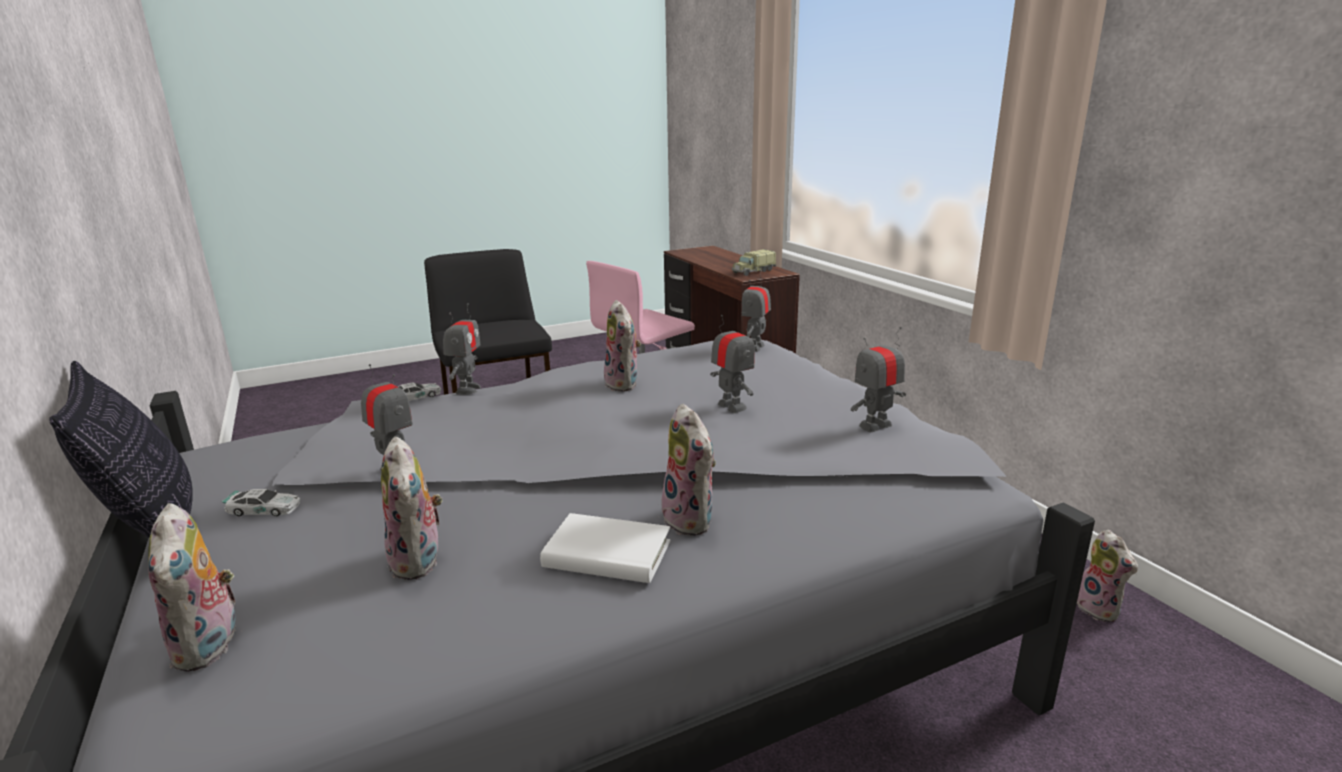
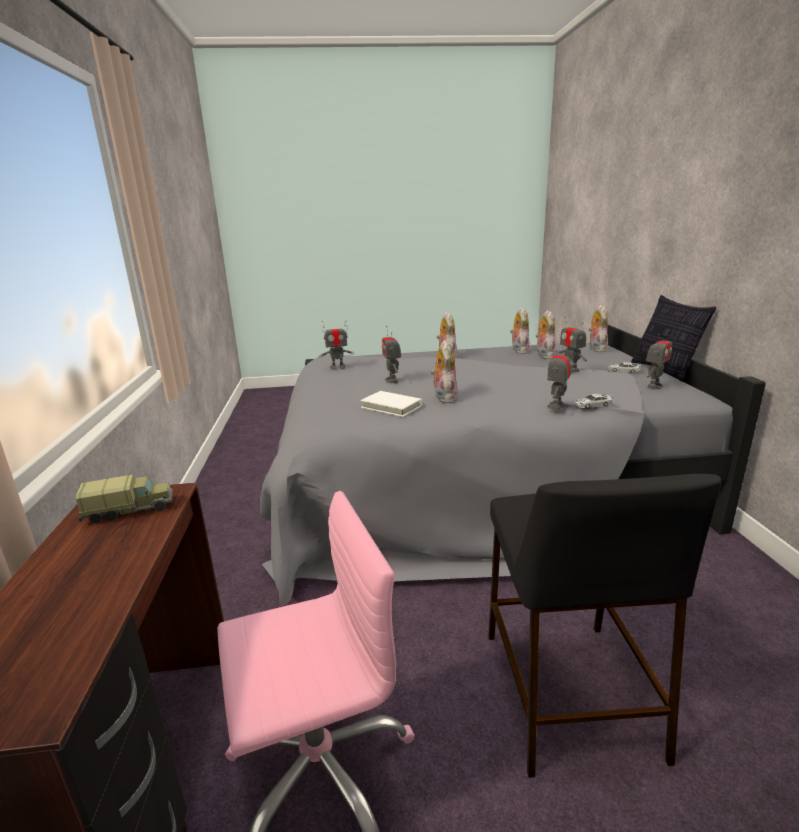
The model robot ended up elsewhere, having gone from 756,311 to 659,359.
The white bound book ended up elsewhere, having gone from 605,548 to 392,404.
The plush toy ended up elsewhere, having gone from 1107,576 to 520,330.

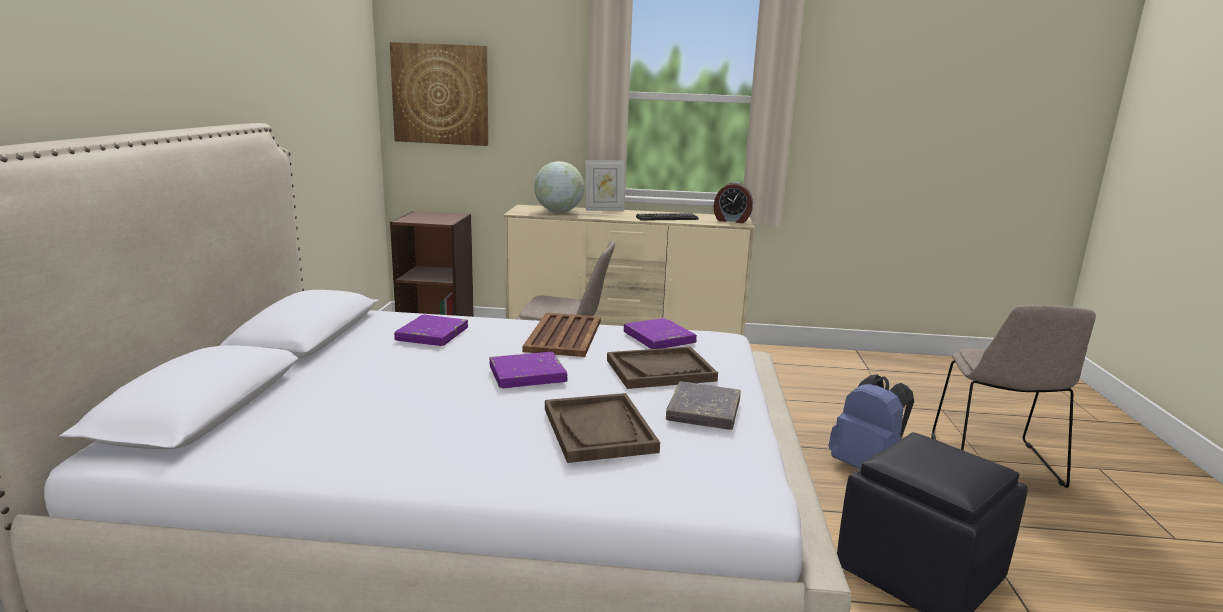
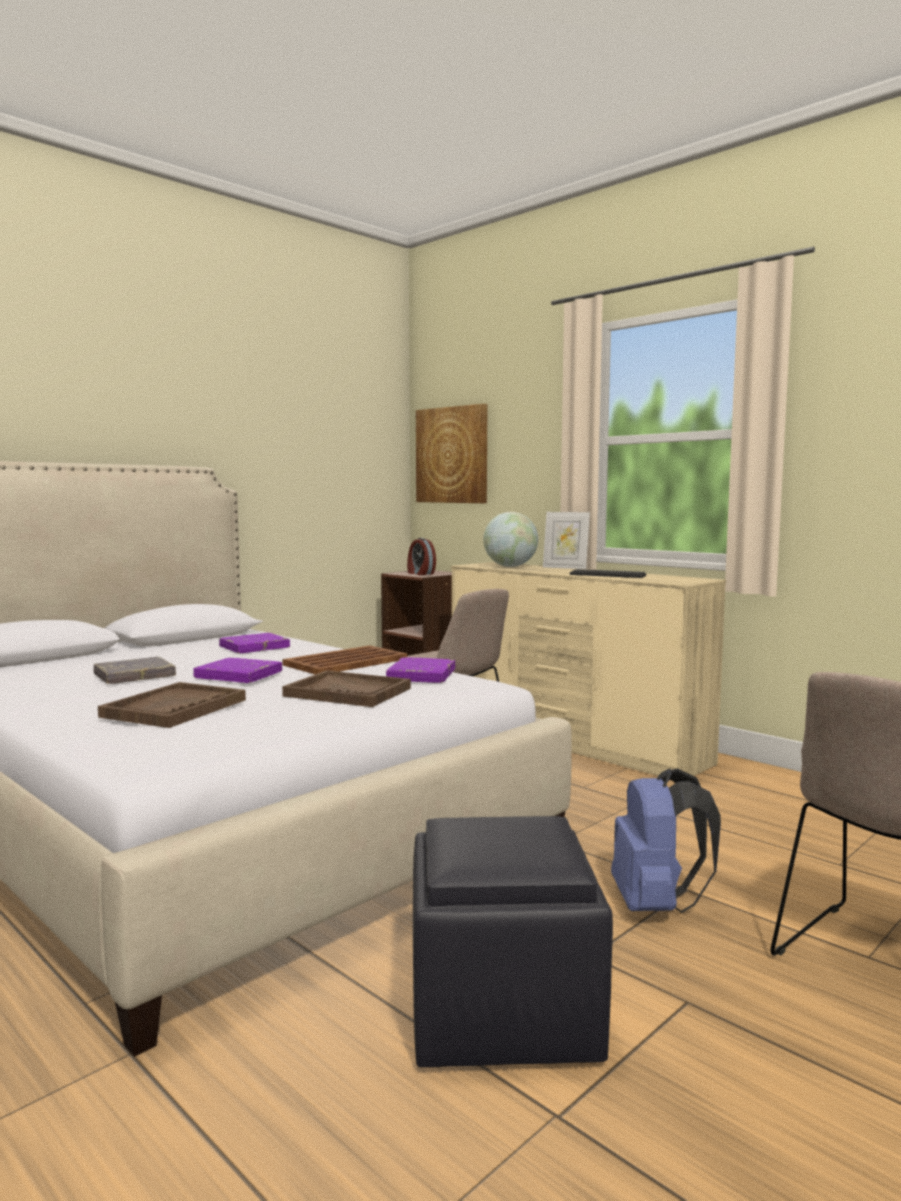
The bedside clock ended up elsewhere, having gone from 733,202 to 421,556.
The grey bound book ended up elsewhere, having gone from 703,405 to 135,670.

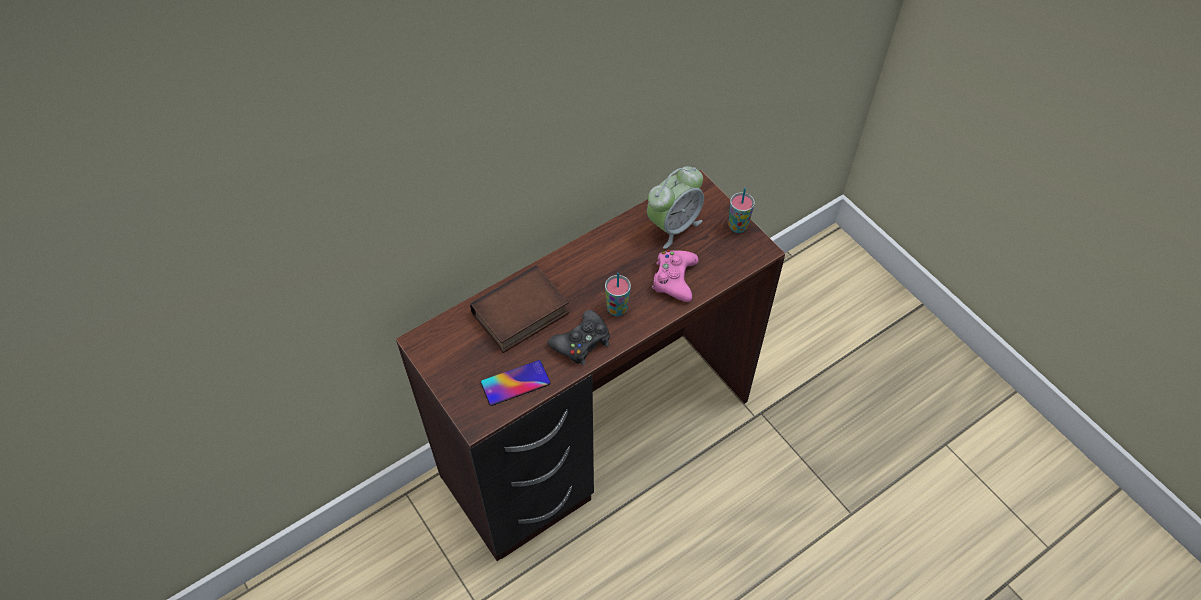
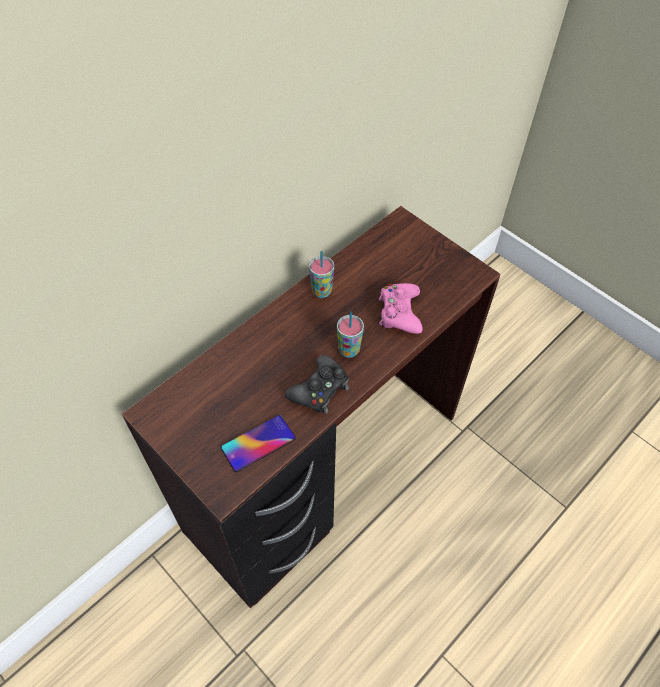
The second view lost the bedside clock at 675,207.
The cup ended up elsewhere, having gone from 741,210 to 322,274.
The second view lost the bound book at 519,309.

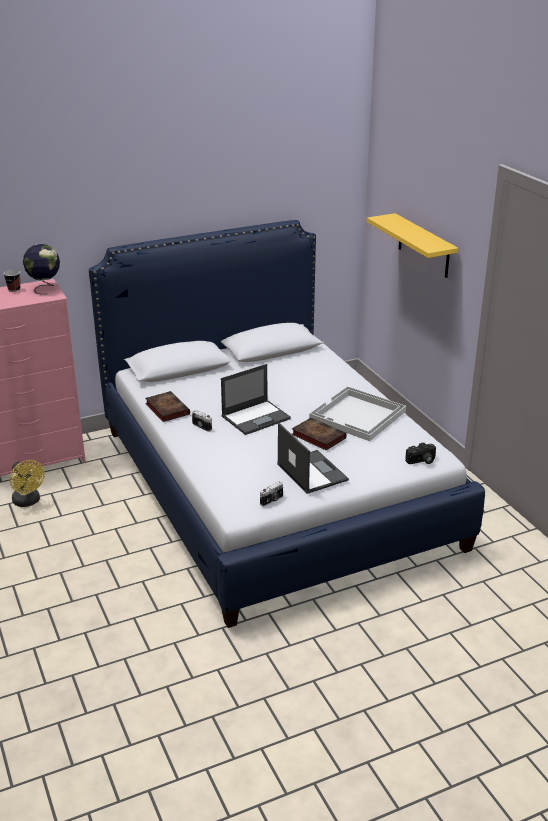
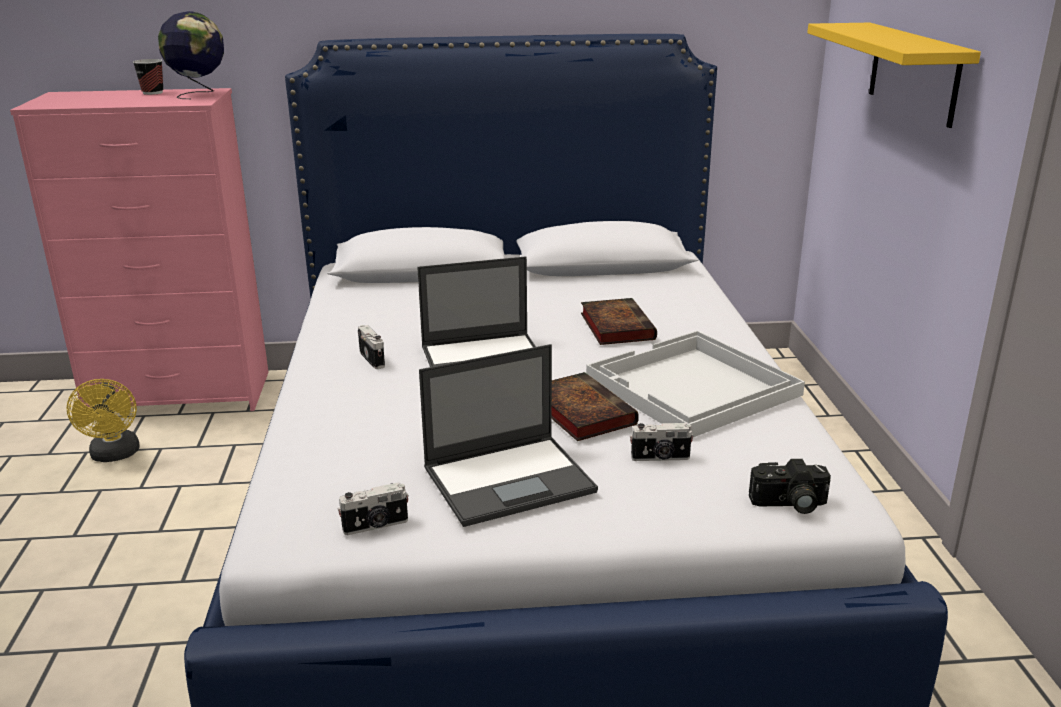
The bound book ended up elsewhere, having gone from 167,406 to 619,321.
The laptop at 313,458 ended up facing another way, 75 degrees clockwise from before.
The second view gained the photo camera at 662,442.

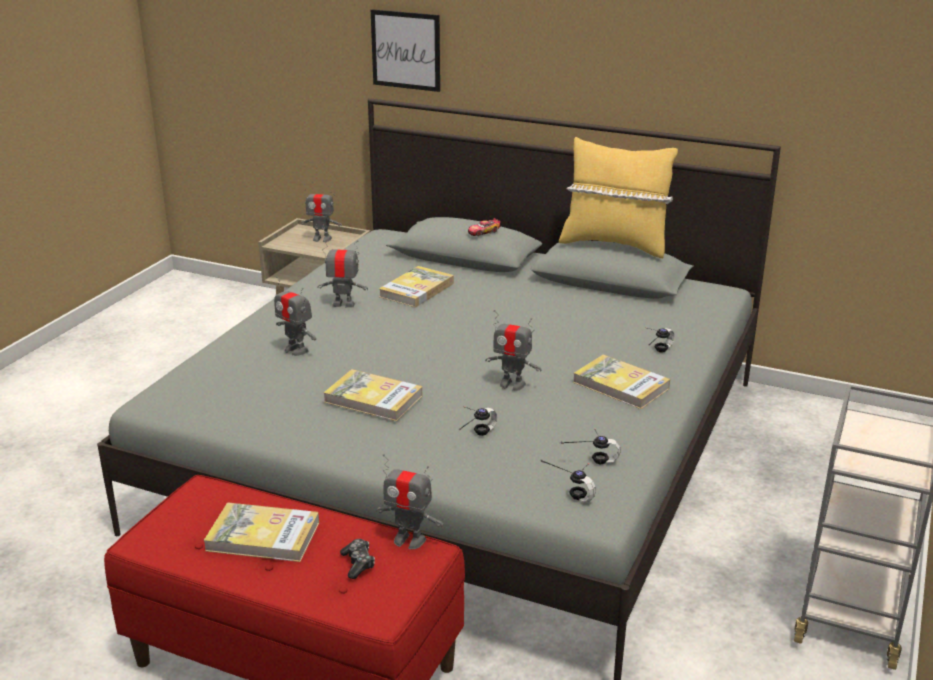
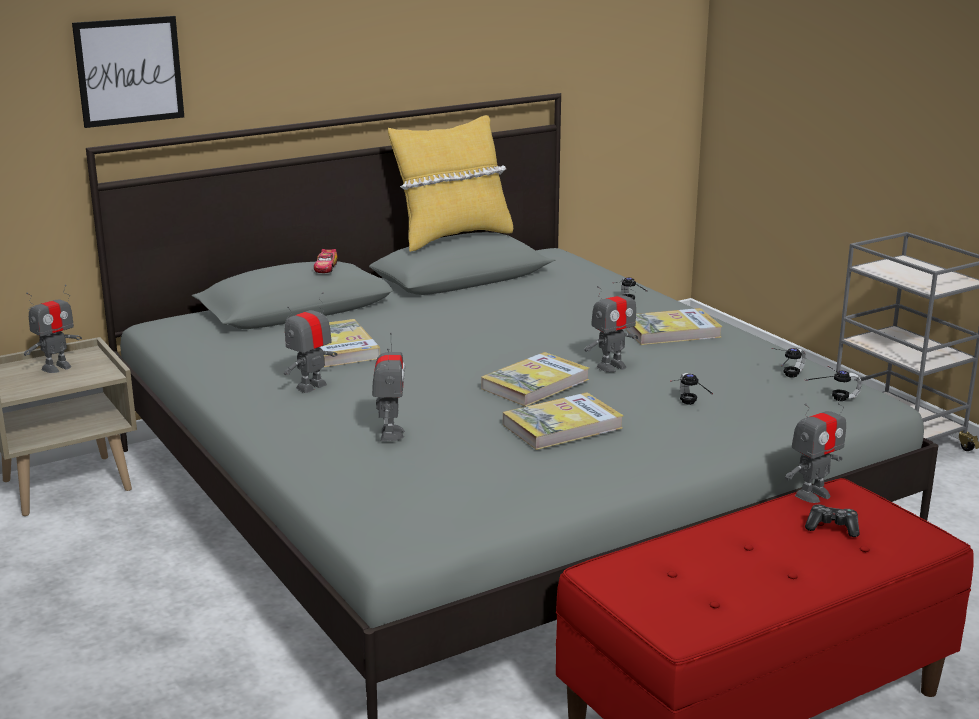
The model robot at 295,316 ended up facing another way, 75 degrees counterclockwise from before.
The bound book ended up elsewhere, having gone from 261,532 to 535,379.

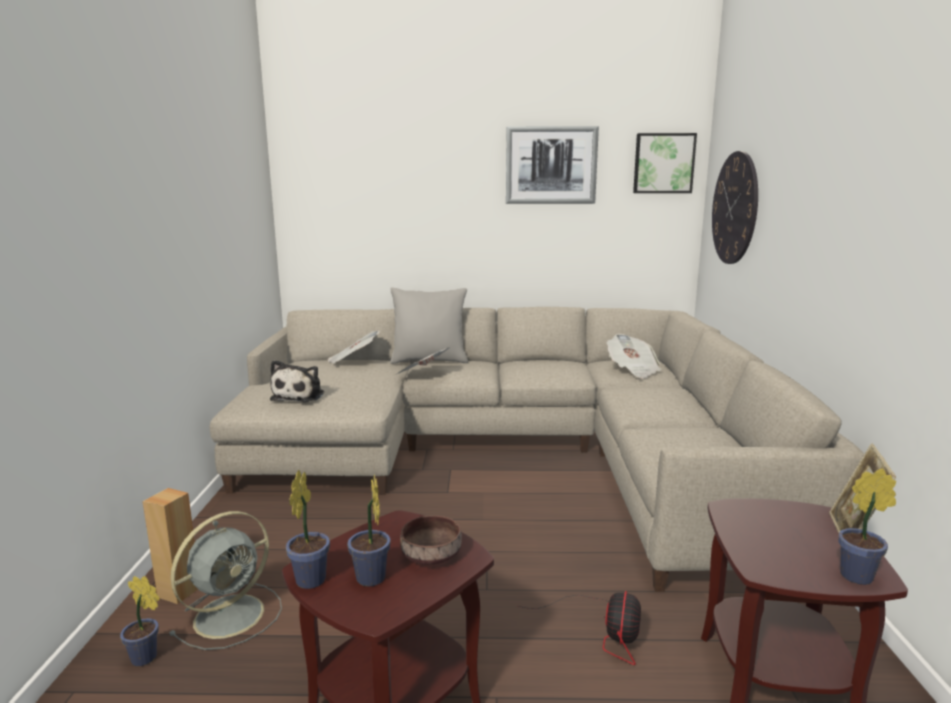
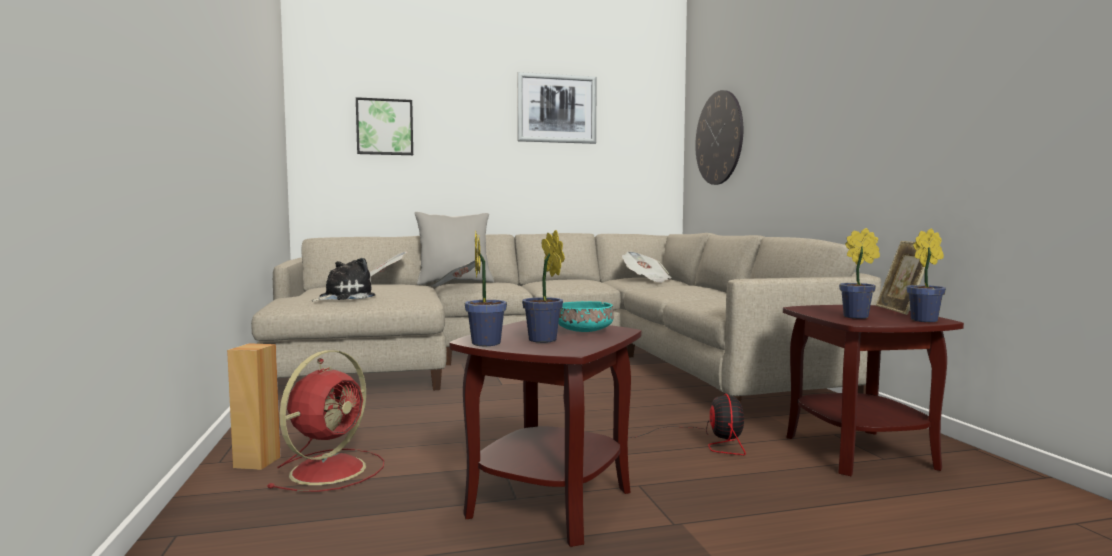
The wall art ended up elsewhere, having gone from 665,163 to 384,126.
The plush toy at 297,381 ended up facing another way, 135 degrees counterclockwise from before.
What was the grey fan at 225,580 turned into the reddish fan at 325,421.
What was the brown-coloured bowl at 431,540 turned into the turquoise-coloured bowl at 586,316.
The houseplant ended up elsewhere, having gone from 140,621 to 859,273.

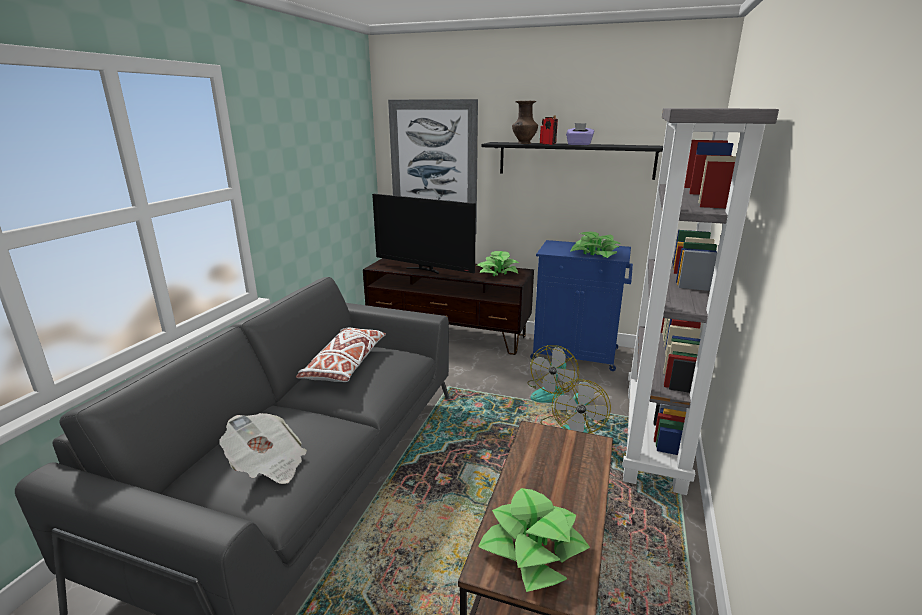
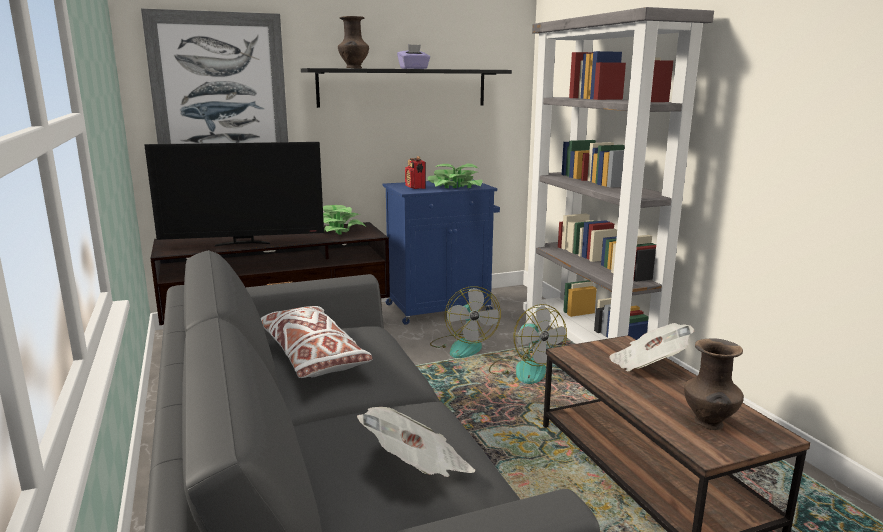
The radio ended up elsewhere, having gone from 549,130 to 415,172.
Where the houseplant stood at 534,540, the brown-coloured vase came to stand at 714,384.
The second view gained the daily paper at 652,347.

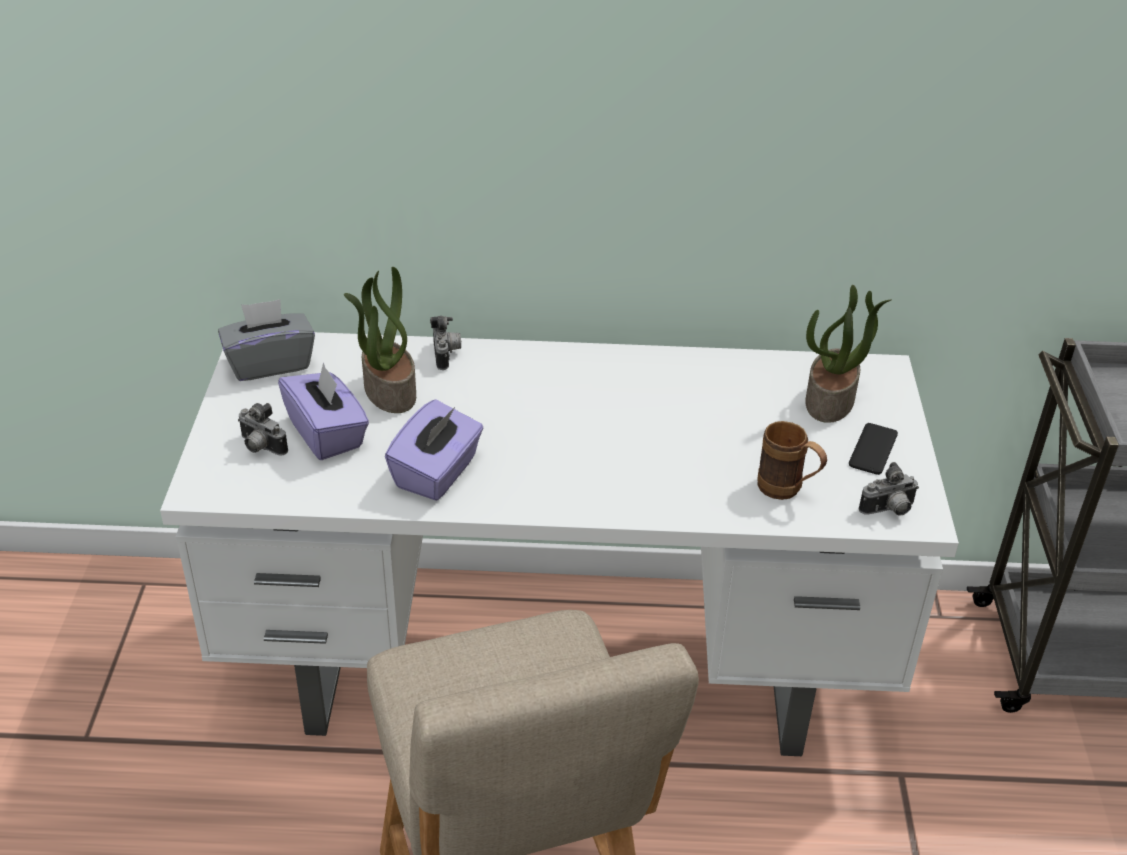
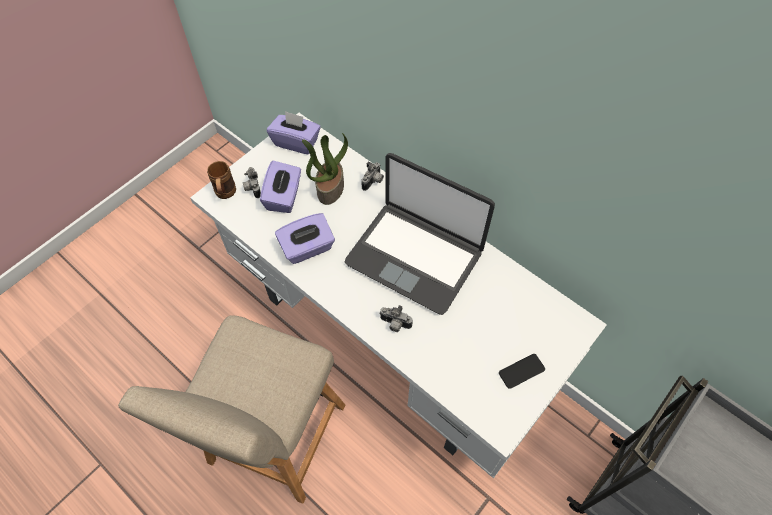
The second view lost the houseplant at 848,354.
What was the grey tissue holder at 266,340 turned into the purplish tissue holder at 294,132.
The brown-coloured coffee mug ended up elsewhere, having gone from 792,460 to 221,180.
The photo camera ended up elsewhere, having gone from 889,489 to 396,318.
The second view gained the laptop at 420,234.

